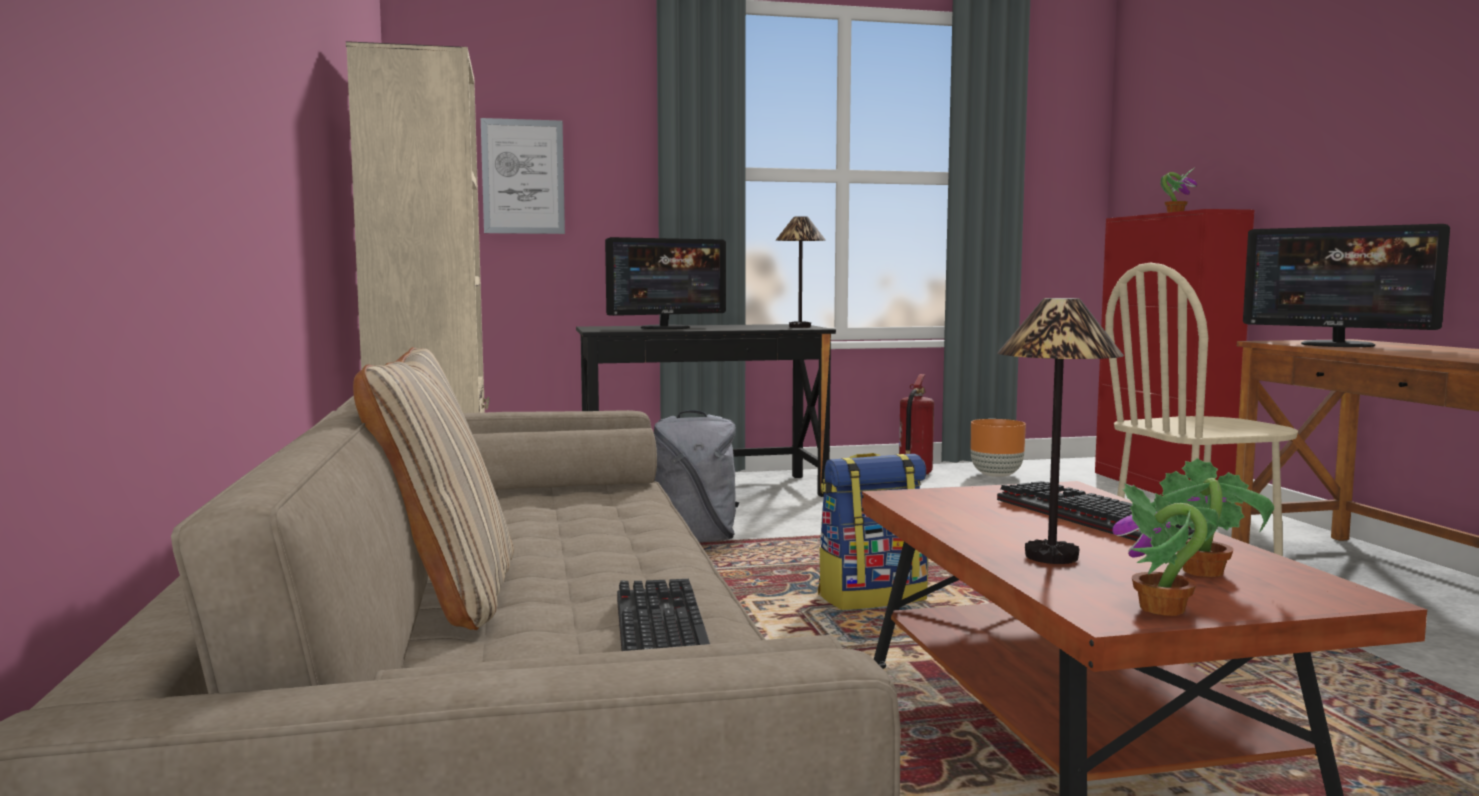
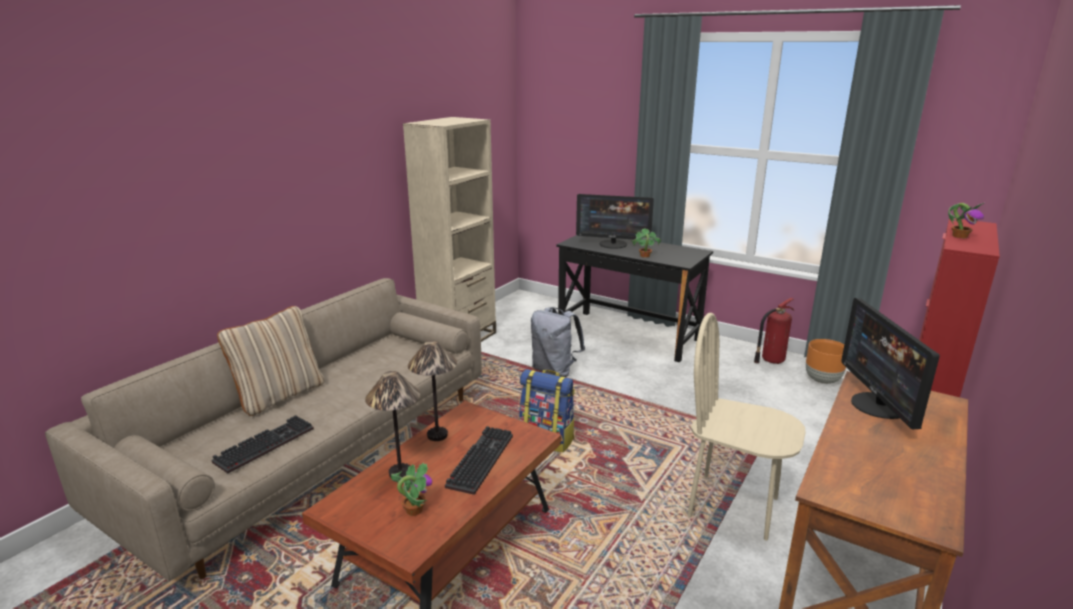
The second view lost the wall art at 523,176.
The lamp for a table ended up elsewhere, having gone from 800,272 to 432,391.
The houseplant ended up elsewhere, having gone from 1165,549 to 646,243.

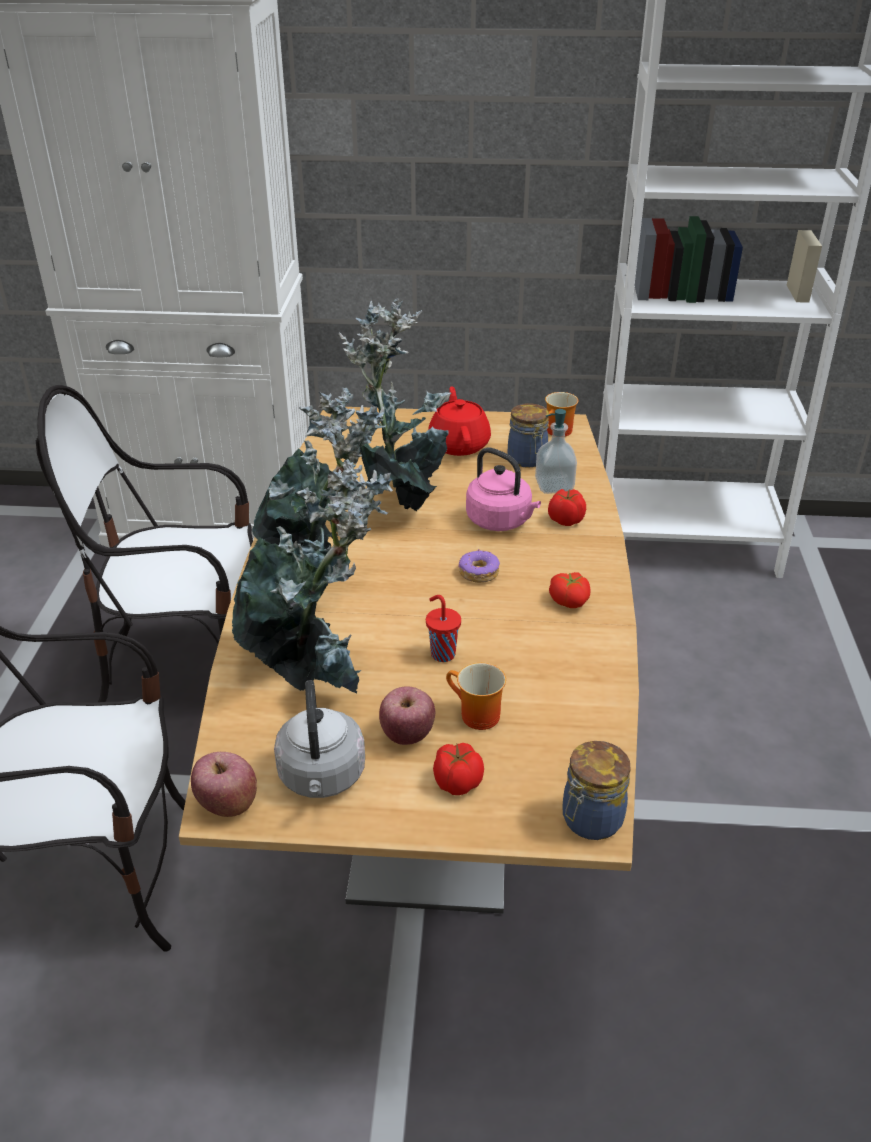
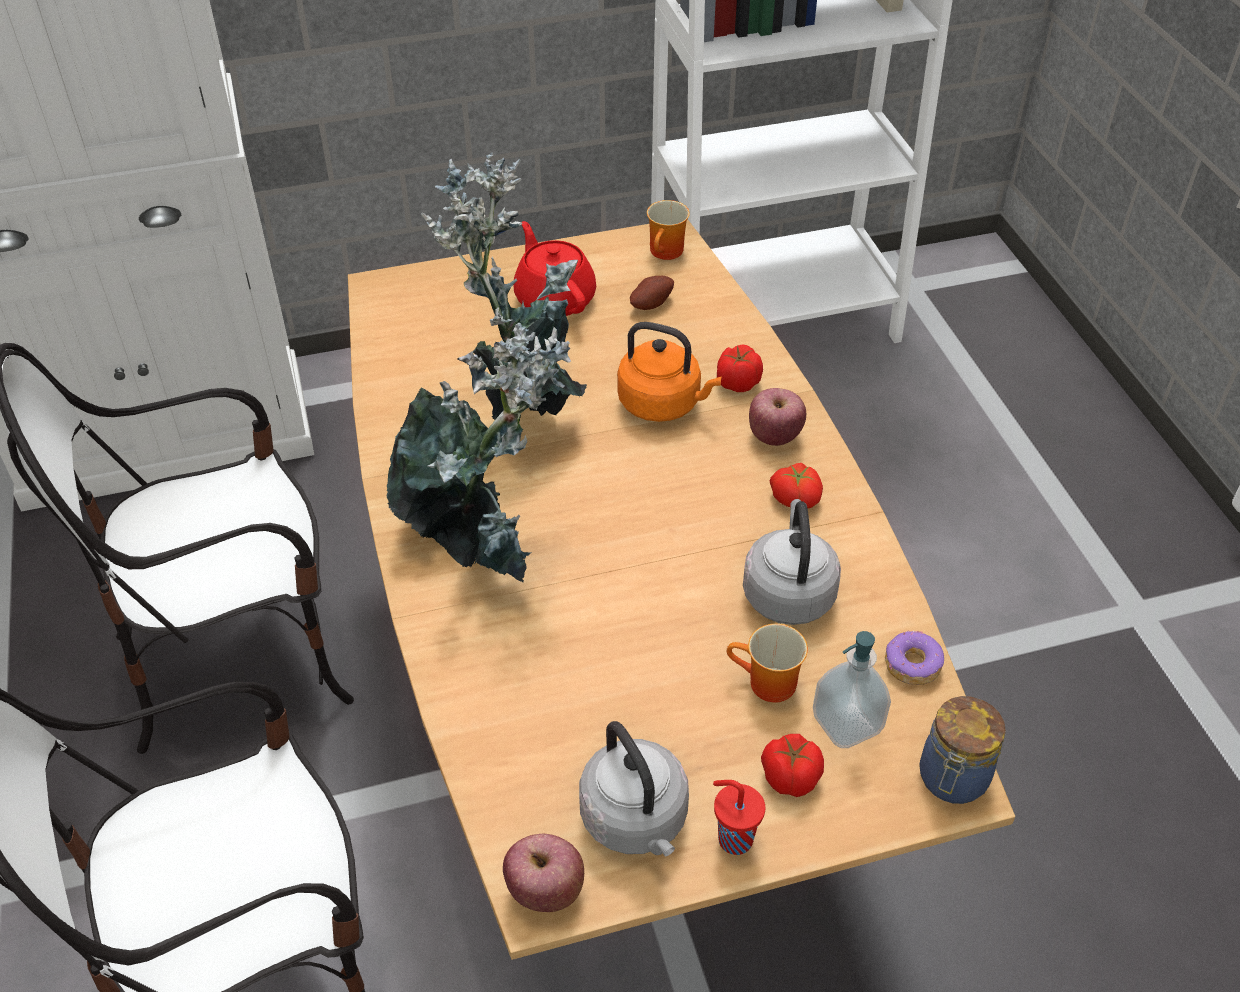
Where the storage jar stood at 528,435, the potato came to stand at 652,293.
The soap dispenser ended up elsewhere, having gone from 556,451 to 852,689.
What was the pink-coloured kettle at 503,489 turned into the orange kettle at 669,372.
The second view lost the houseplant at 312,576.
The doughnut ended up elsewhere, having gone from 479,566 to 915,657.
The reddish cup ended up elsewhere, having gone from 443,628 to 739,817.
The whole apple ended up elsewhere, having gone from 407,715 to 777,417.
The second view gained the grey kettle at 792,562.

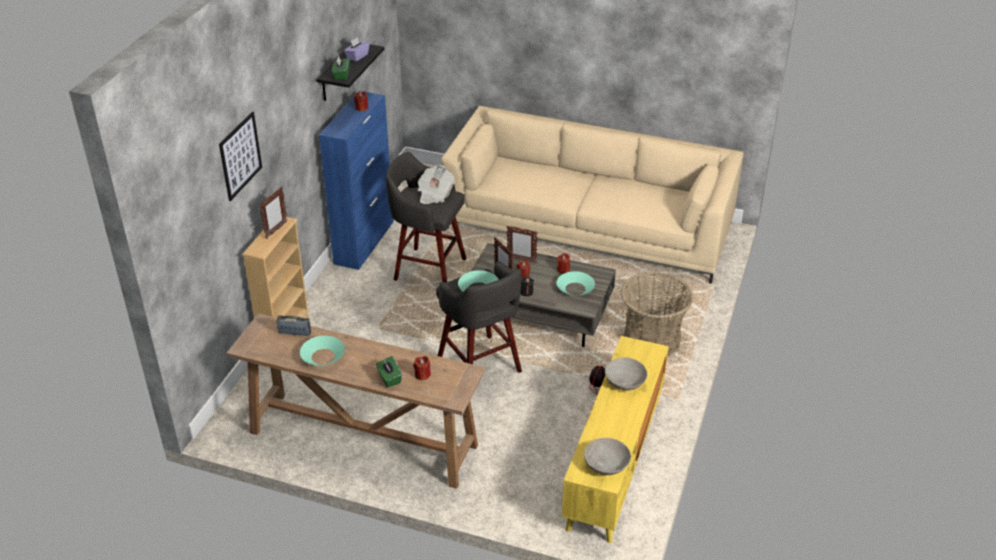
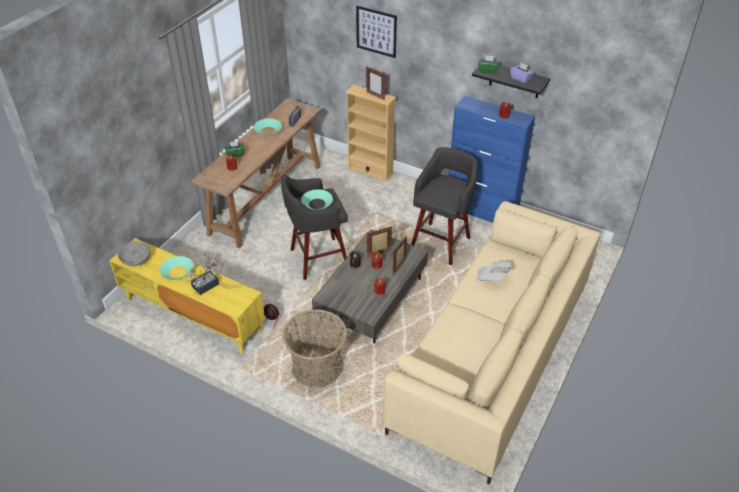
The daily paper ended up elsewhere, having gone from 436,184 to 494,271.
The turquoise-coloured bowl ended up elsewhere, having gone from 576,283 to 177,268.
Where the grey bowl stood at 626,373, the houseplant came to stand at 205,273.

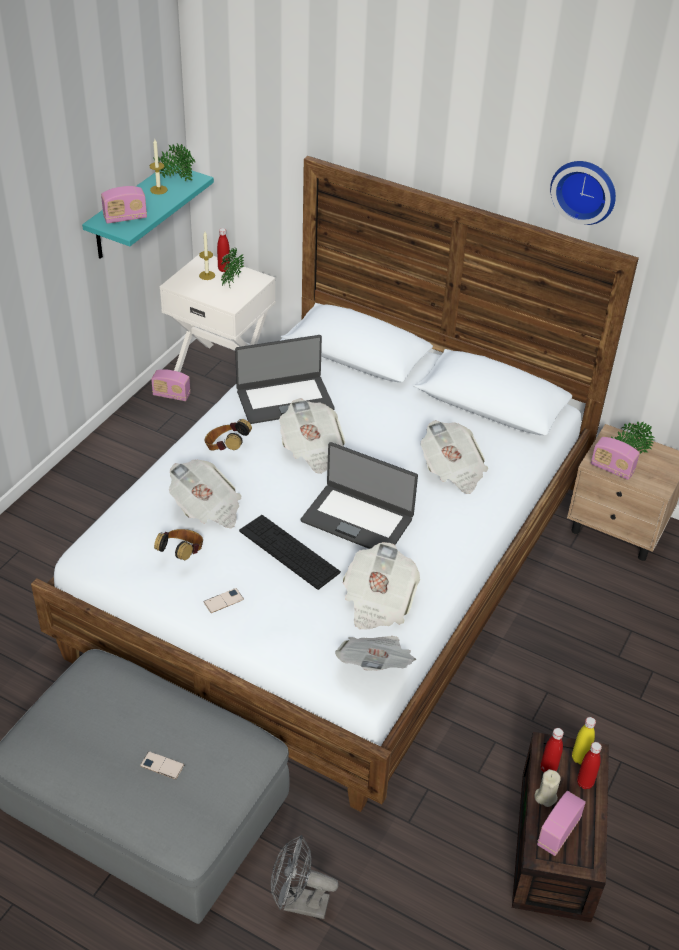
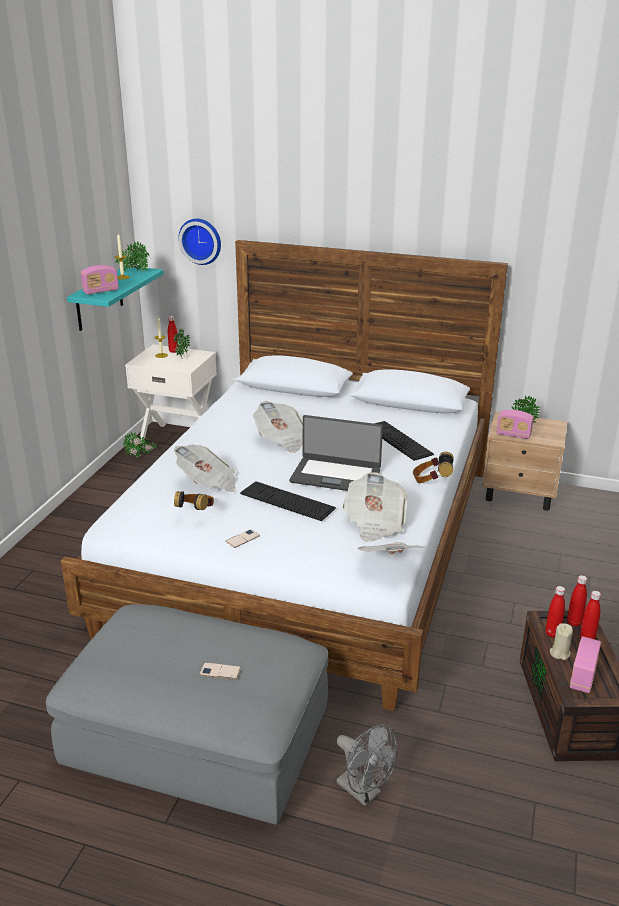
The clock on the wall ended up elsewhere, having gone from 583,193 to 199,242.
The second view lost the laptop at 285,379.
Where the radio stood at 171,385, the houseplant came to stand at 140,445.
The headset ended up elsewhere, having gone from 228,434 to 433,467.
Where the daily paper stood at 454,457, the keyboard came to stand at 404,441.
What was the yellowish beverage bottle at 584,740 turned into the reddish beverage bottle at 577,601.
The grey fan at 305,877 ended up facing another way, 135 degrees counterclockwise from before.

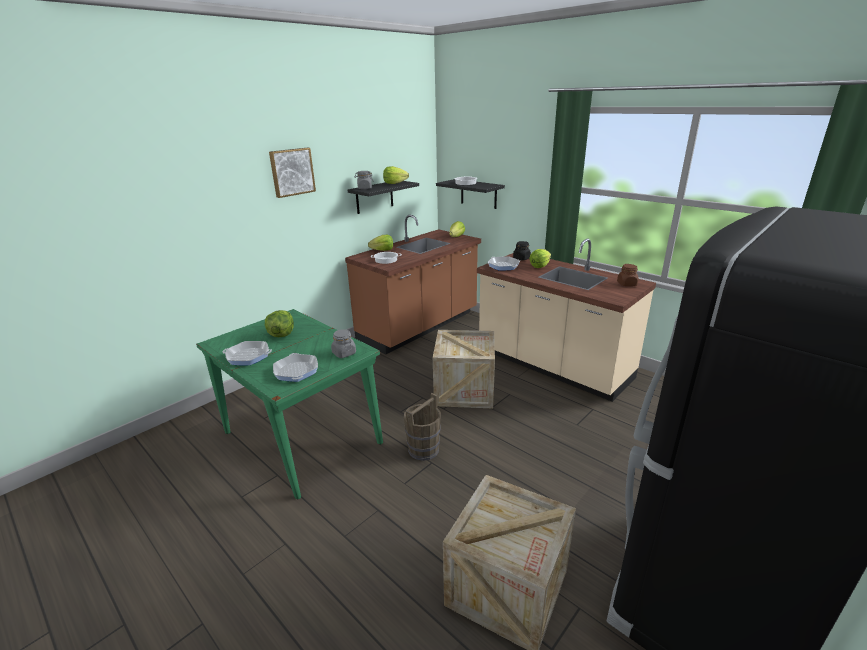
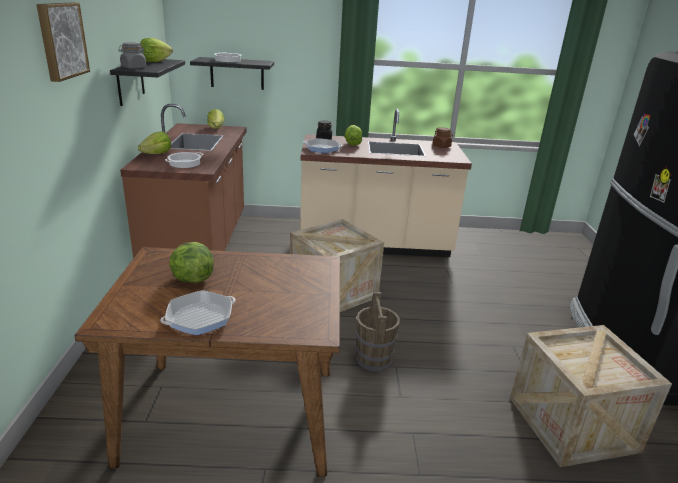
What was the greenish kitchen table at 289,404 turned into the brown-coloured kitchen table at 207,362.
The second view lost the grey storage jar at 343,343.
The second view lost the skillet at 295,367.

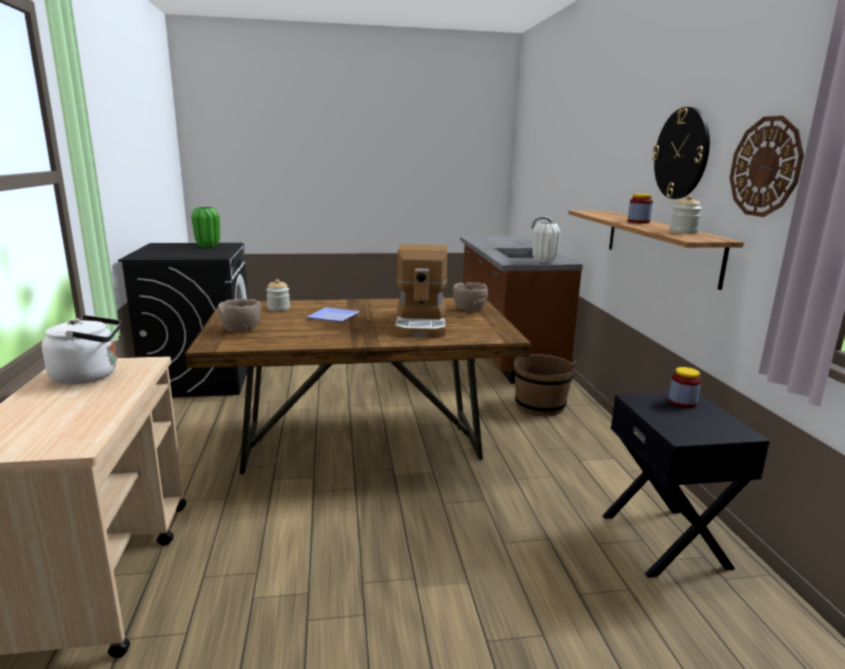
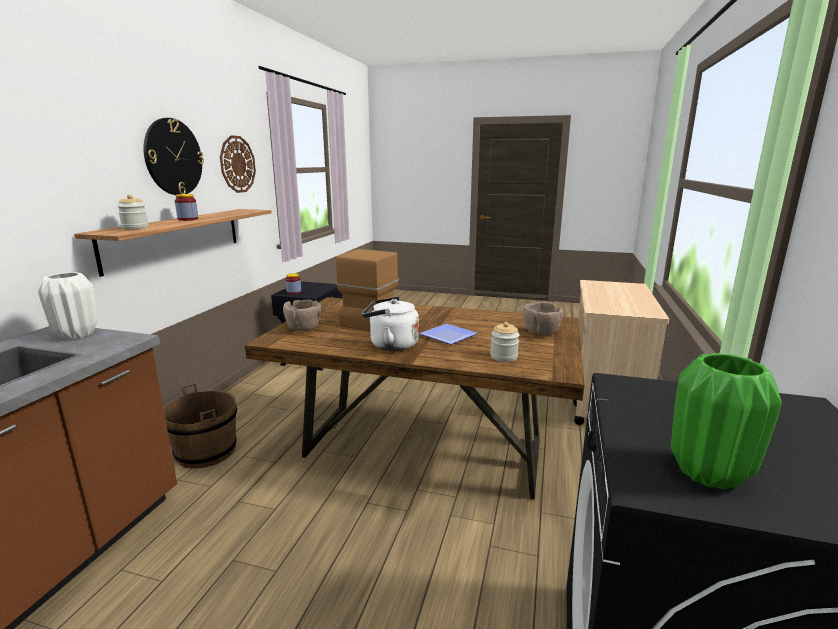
The storage jar ended up elsewhere, having gone from 686,214 to 133,211.
The white kettle ended up elsewhere, having gone from 81,350 to 390,324.

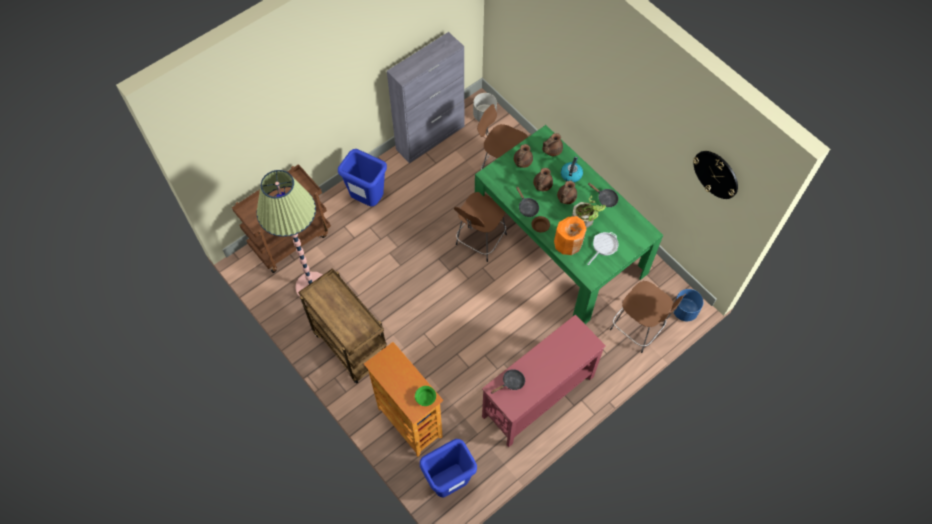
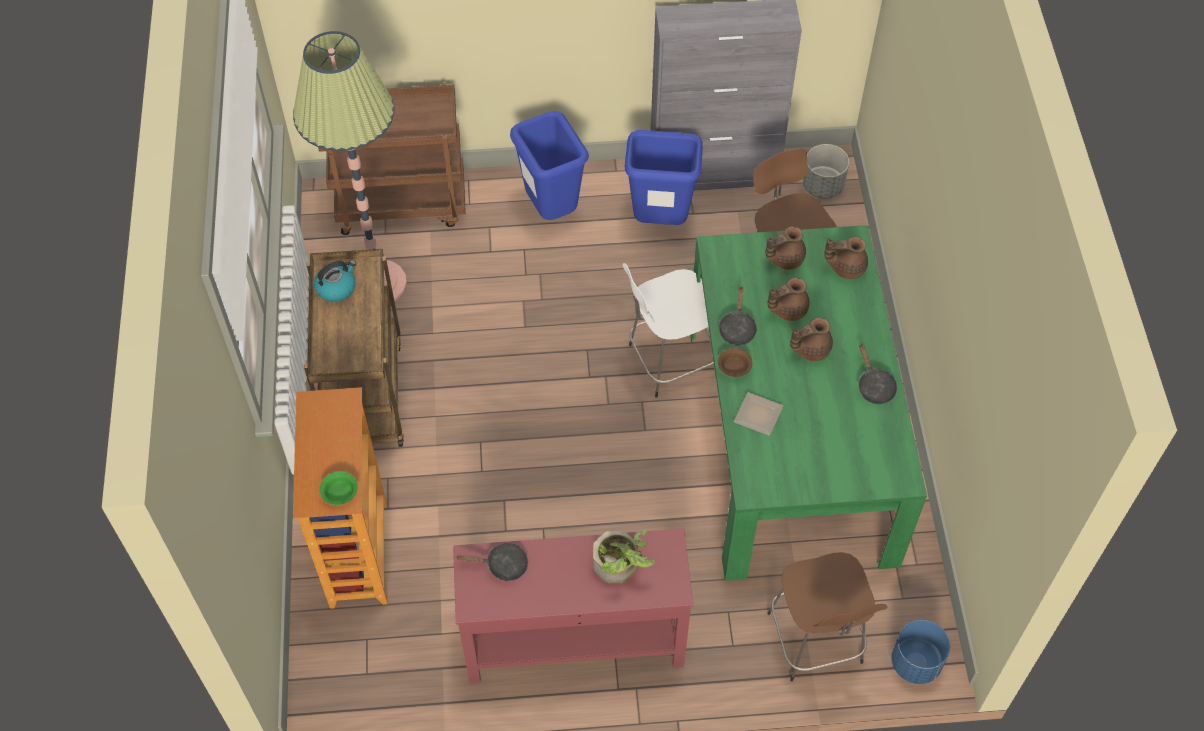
The second view lost the clock on the wall at 715,175.
The kettle ended up elsewhere, having gone from 572,170 to 335,281.
What was the brown-coloured sitting stool at 480,227 turned into the white sitting stool at 668,330.
The houseplant ended up elsewhere, having gone from 589,211 to 624,556.
Where the orange vase stood at 570,235, the dinner plate came to stand at 758,414.
The second view lost the skillet at 603,248.
The blue-coloured trash can ended up elsewhere, having gone from 448,468 to 664,177.

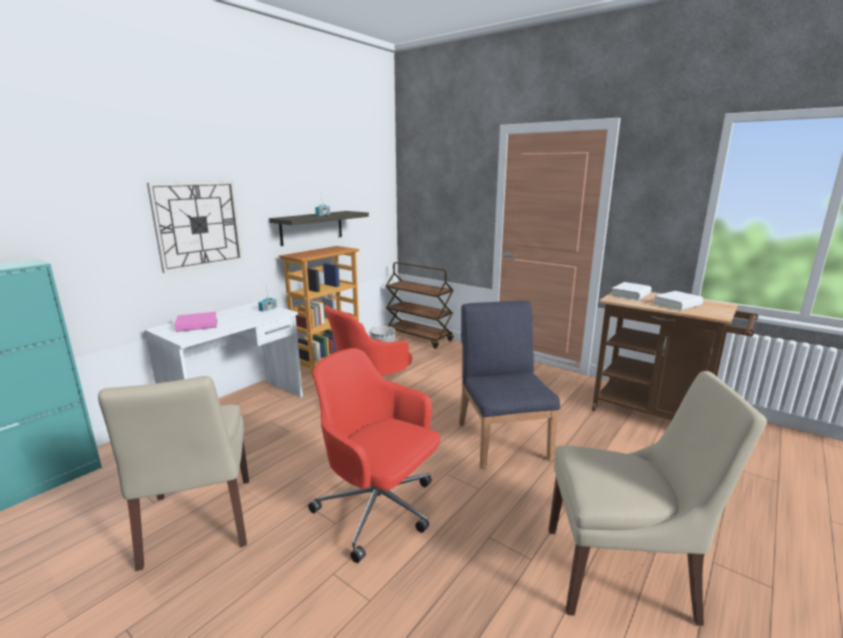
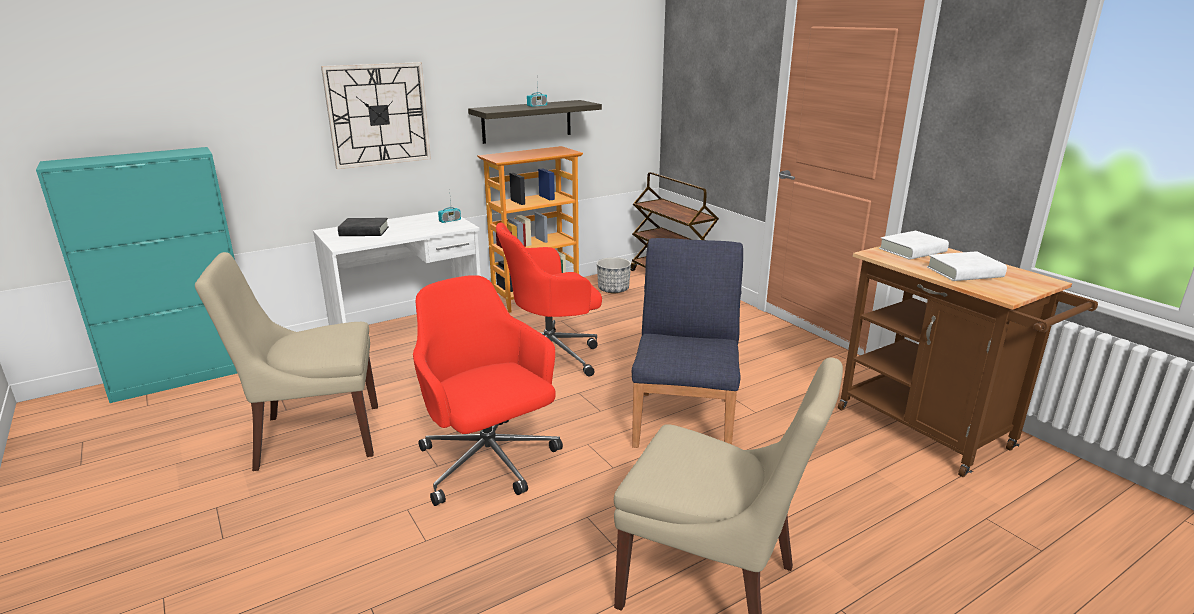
What was the pink-coloured bound book at 196,322 turned into the black bound book at 363,227.
The sand-coloured plain chair at 173,473 ended up facing another way, 75 degrees clockwise from before.

